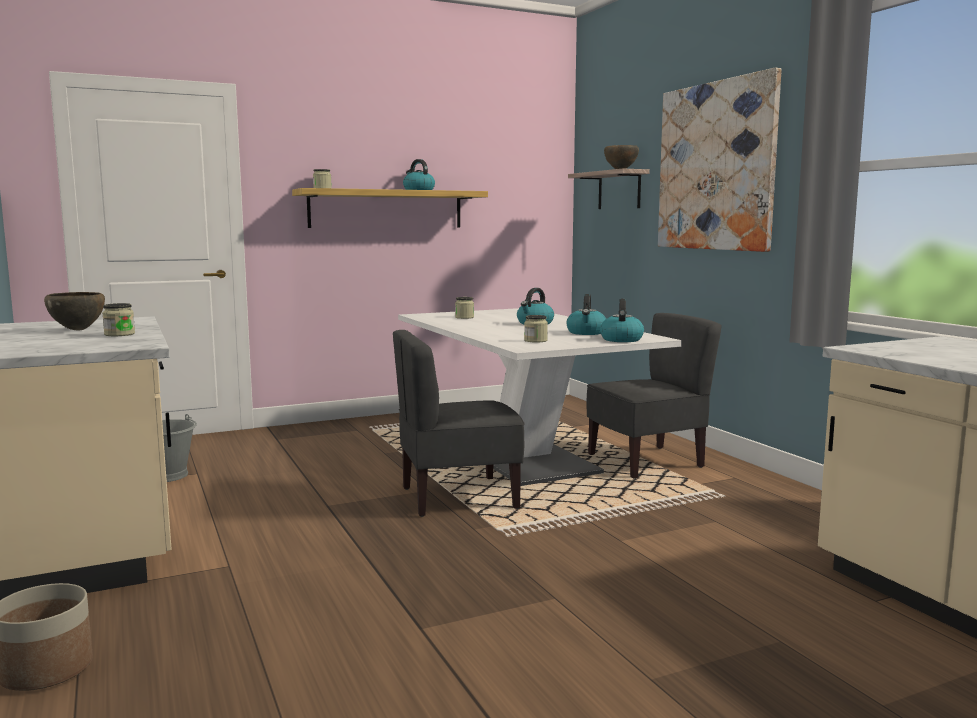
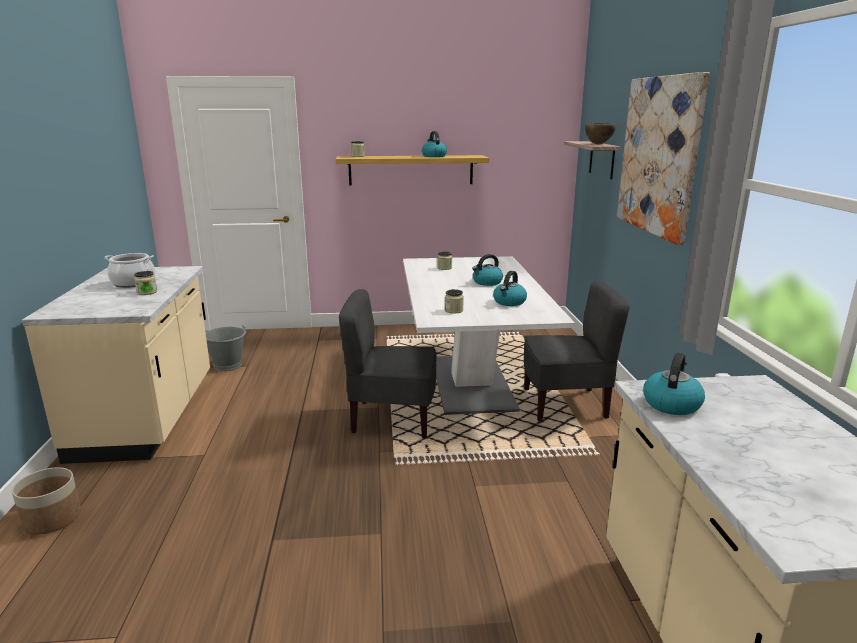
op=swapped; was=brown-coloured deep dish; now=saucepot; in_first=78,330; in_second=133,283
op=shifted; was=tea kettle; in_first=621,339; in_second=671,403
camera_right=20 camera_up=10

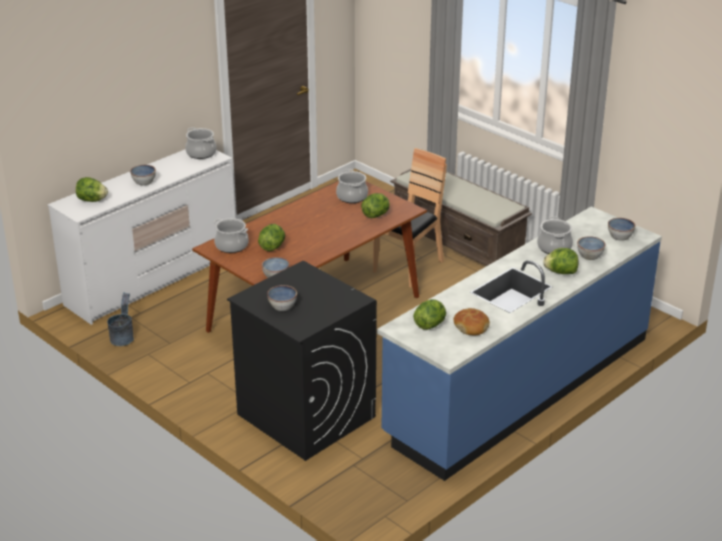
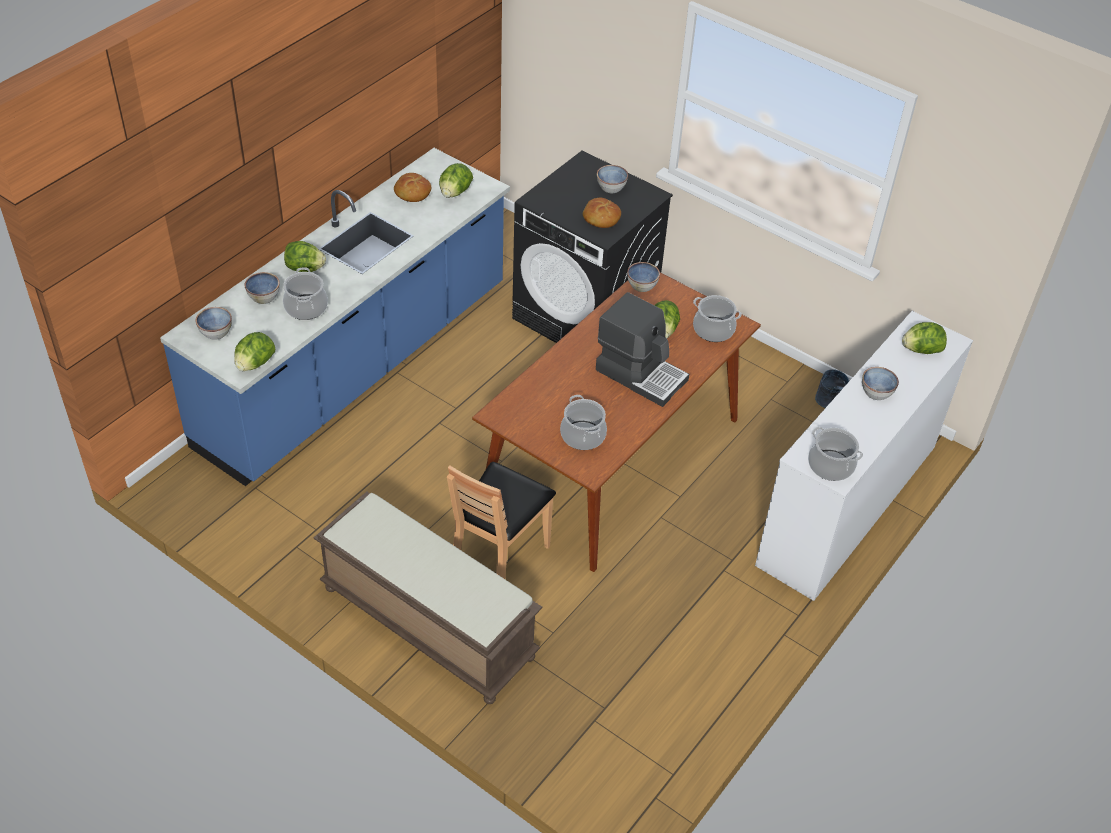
op=shifted; was=head of lettuce; in_first=376,215; in_second=255,364
op=new; now=baked bread; in_second=601,218
op=new; now=coffee maker; in_second=641,374
camera_right=170 camera_up=15

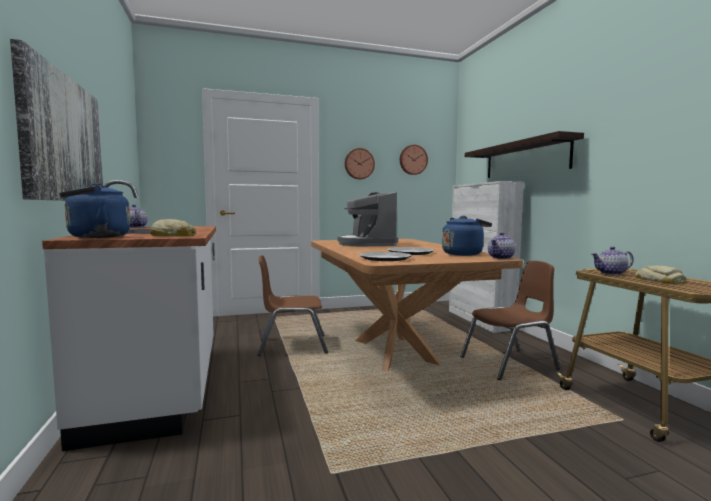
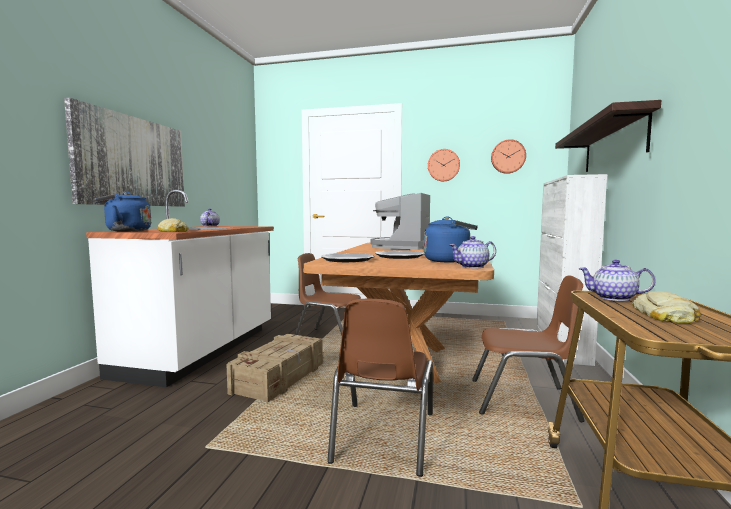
op=new; now=brown-coloured upright chair; in_second=383,436
op=new; now=packing crate; in_second=280,377
camera_right=30 camera_up=0

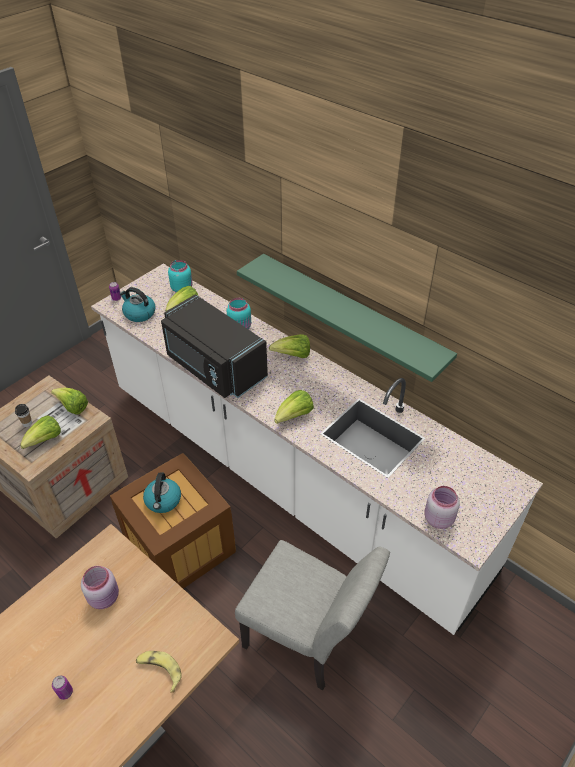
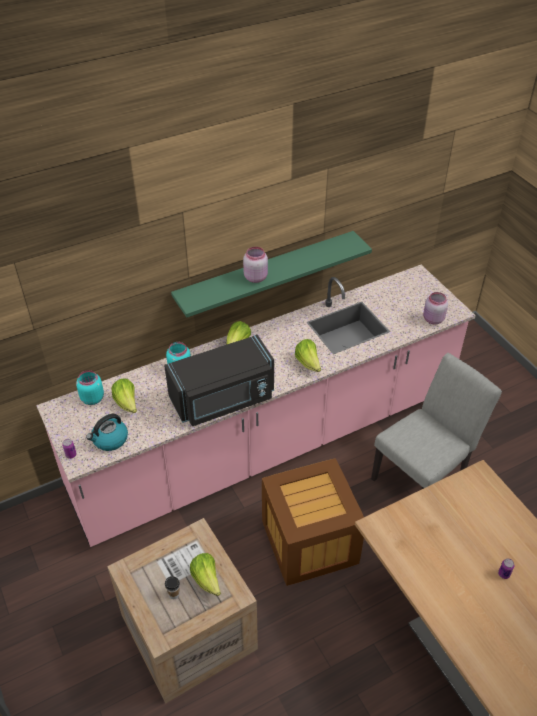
op=repainted; was=whitish kitchen base unit; now=pink-coloured kitchen base unit; in_first=288,476; in_second=268,443
op=gone; was=head of lettuce; in_first=73,407
op=gone; was=tea kettle; in_first=163,501
op=shifted; was=pink-coloured preserve jar; in_first=105,597; in_second=255,277
op=gone; was=banana fruit; in_first=159,670
camera_right=-70 camera_up=0

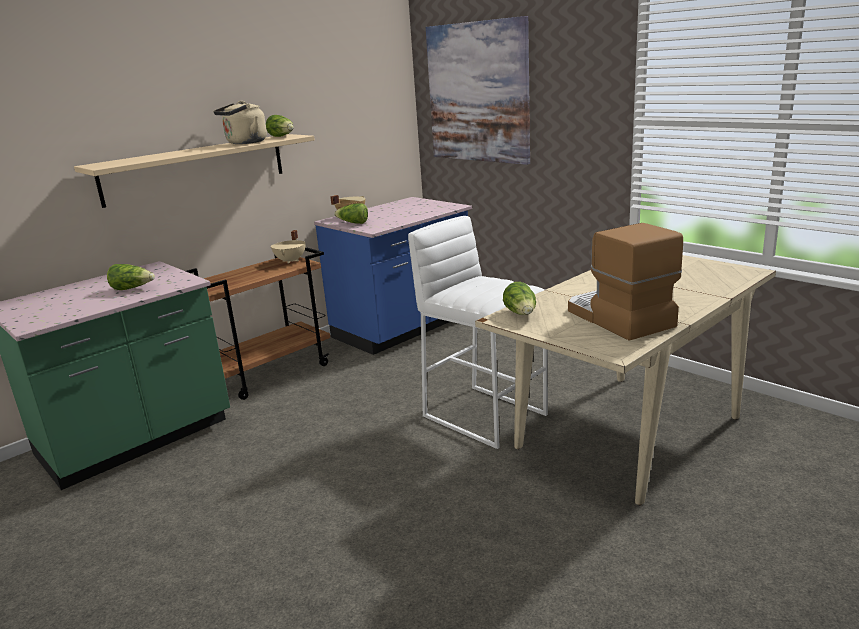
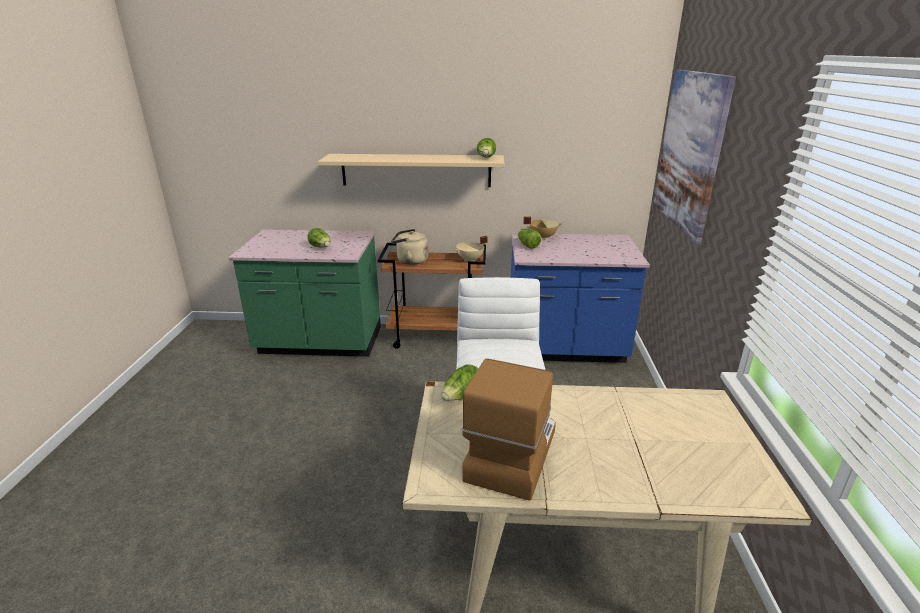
op=shifted; was=beige-coloured tea kettle; in_first=244,143; in_second=410,261
camera_right=45 camera_up=5

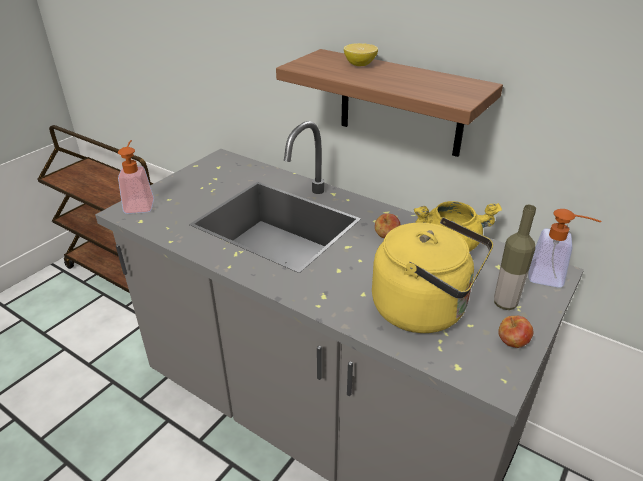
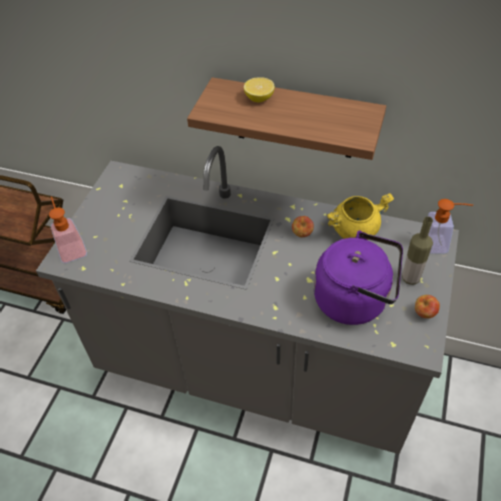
op=repainted; was=yellow-coloured tea kettle; now=purple-coloured tea kettle; in_first=425,309; in_second=355,300
camera_right=-15 camera_up=15

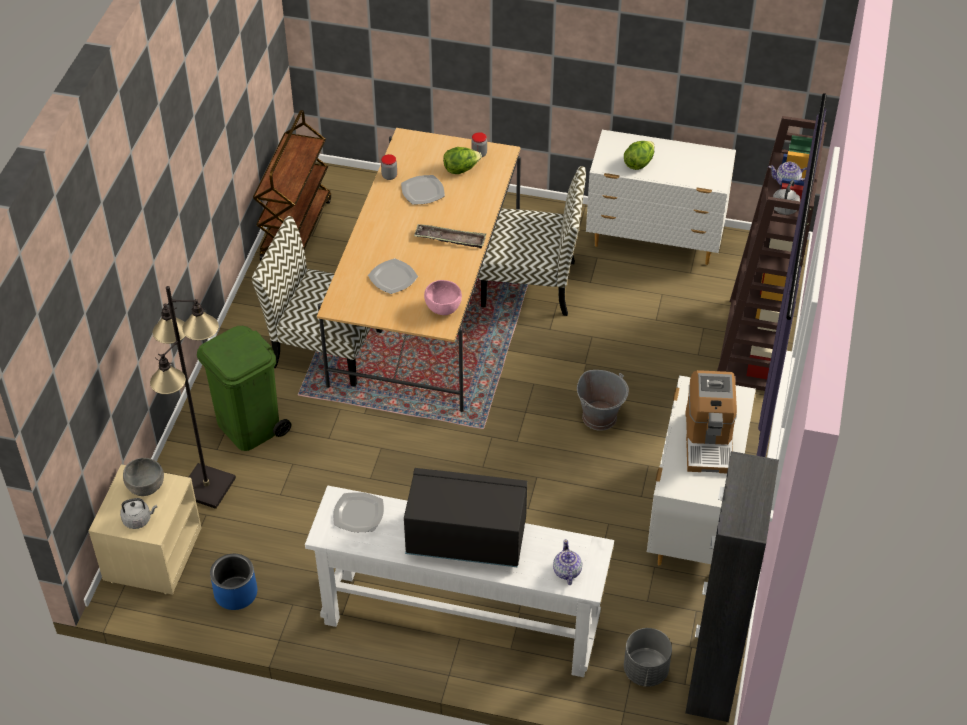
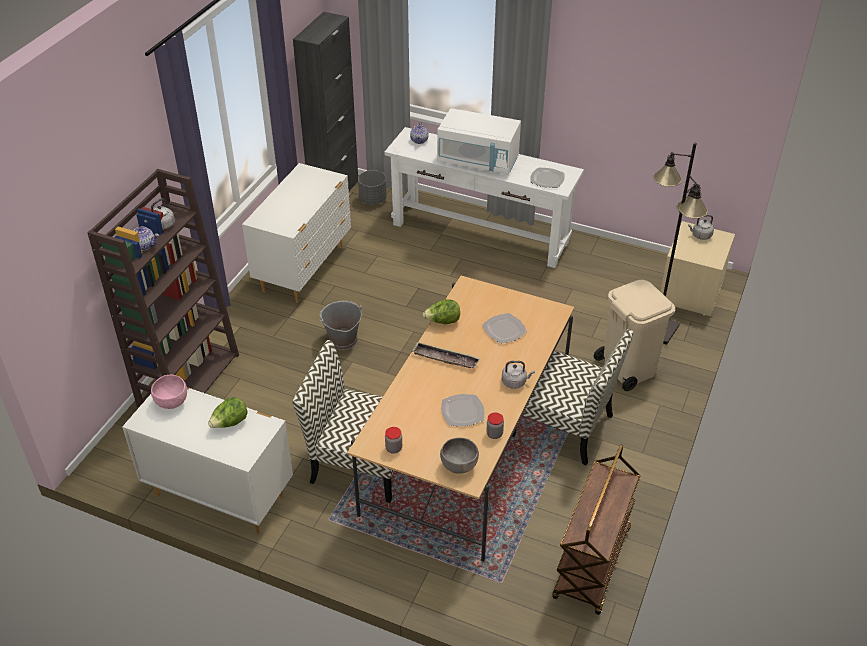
op=shifted; was=head of lettuce; in_first=461,169; in_second=442,321
op=shifted; was=pink-coloured deep dish; in_first=443,309; in_second=171,402
op=repainted; was=green-coloured rubbish bin; now=beige-coloured rubbish bin; in_first=249,427; in_second=627,368
op=gone; was=coffee maker; in_first=708,440
op=shifted; was=greyish deep dish; in_first=145,488; in_second=459,466
op=repainted; was=black-coloured microwave oven; now=whitish microwave oven; in_first=465,538; in_second=478,161
op=gone; was=bluish planter; in_first=236,593
op=new; now=greyish tea kettle; in_second=515,382
camera_right=-170 camera_up=-5

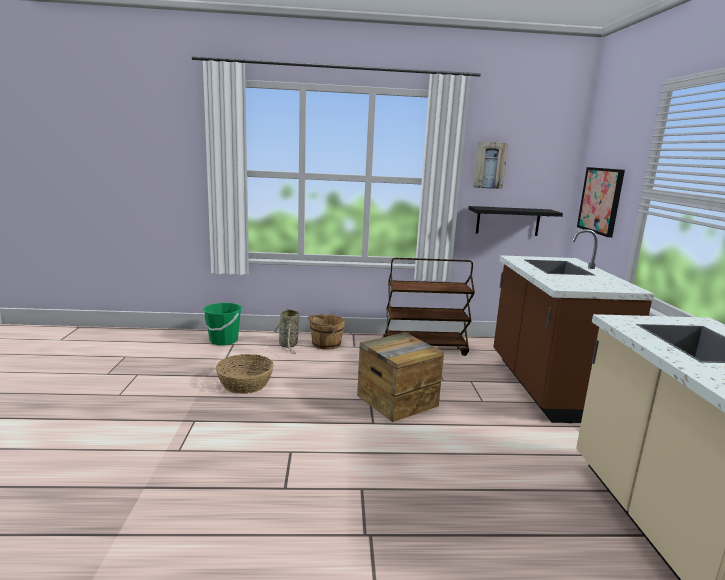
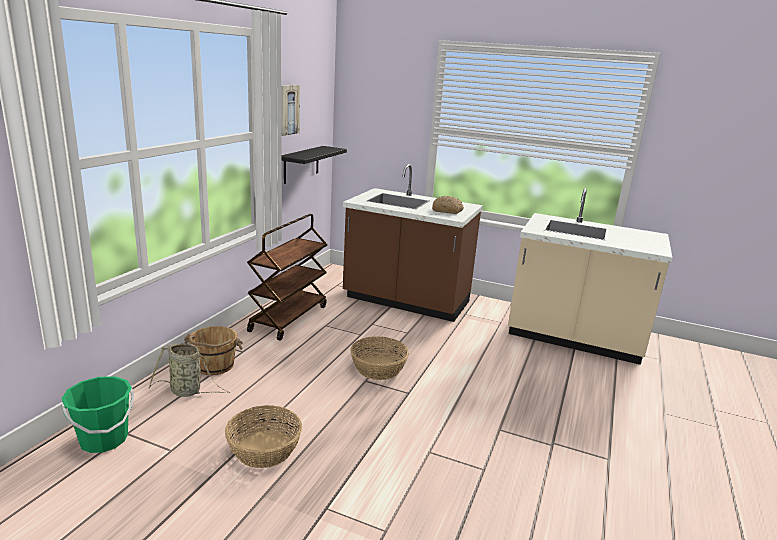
op=gone; was=picture; in_first=601,200
op=swapped; was=packing crate; now=household basket; in_first=397,400; in_second=378,368
op=new; now=baked bread; in_second=447,211
camera_right=-65 camera_up=5

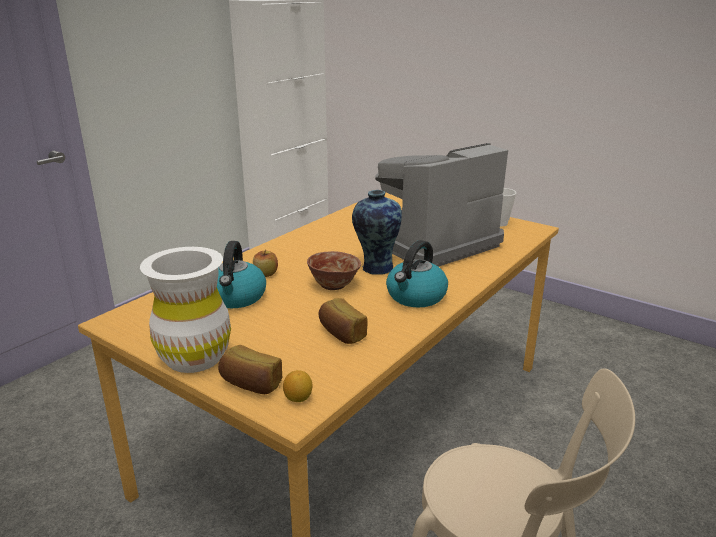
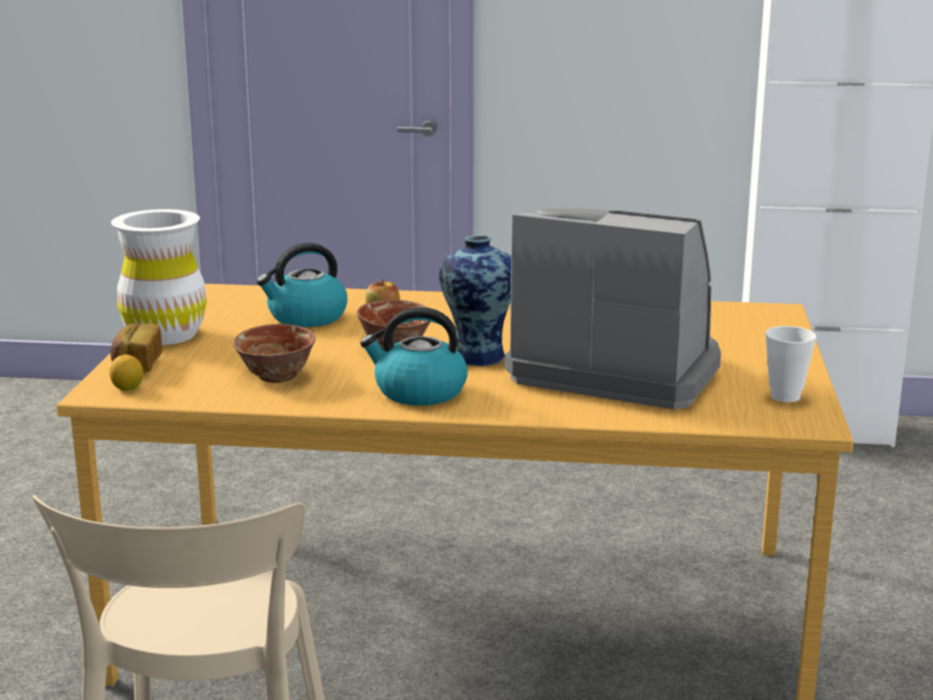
op=swapped; was=baked bread; now=deep dish; in_first=341,333; in_second=277,377
camera_right=60 camera_up=-5

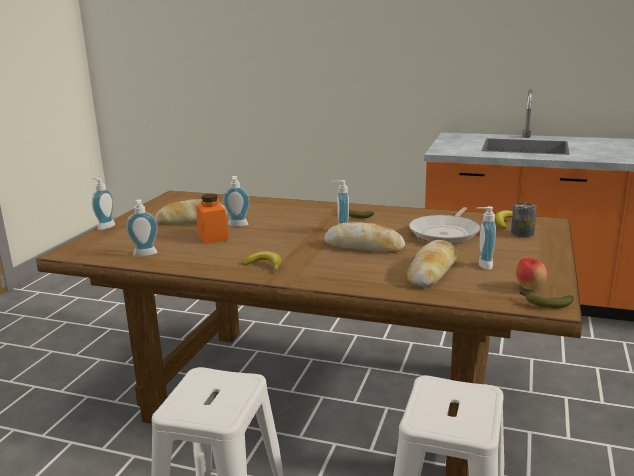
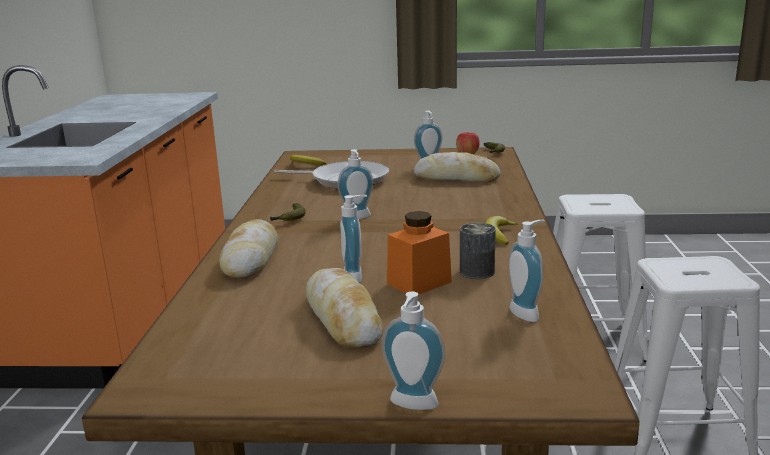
op=shifted; was=sealed can; in_first=522,233; in_second=477,272
op=shifted; was=baked bread; in_first=364,247; in_second=251,259
camera_right=-105 camera_up=0

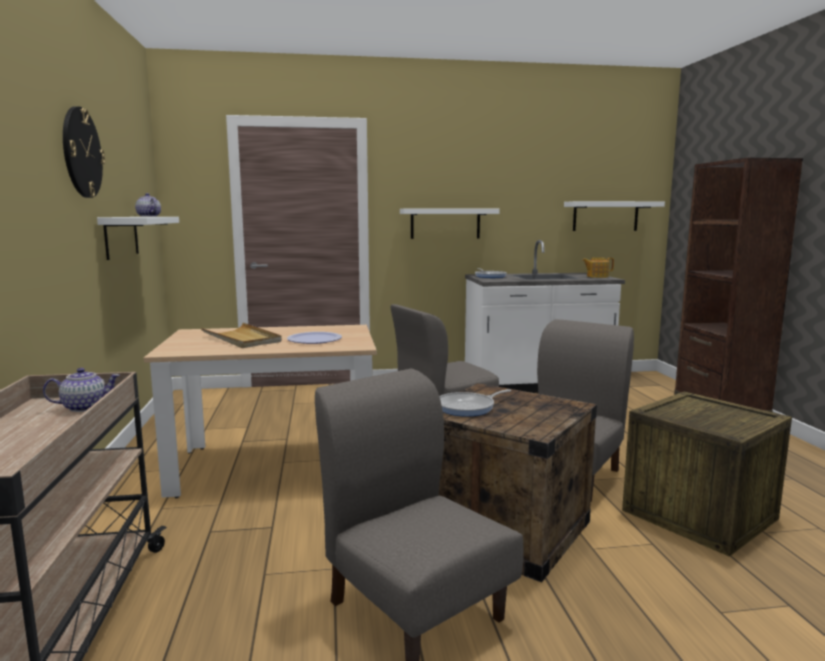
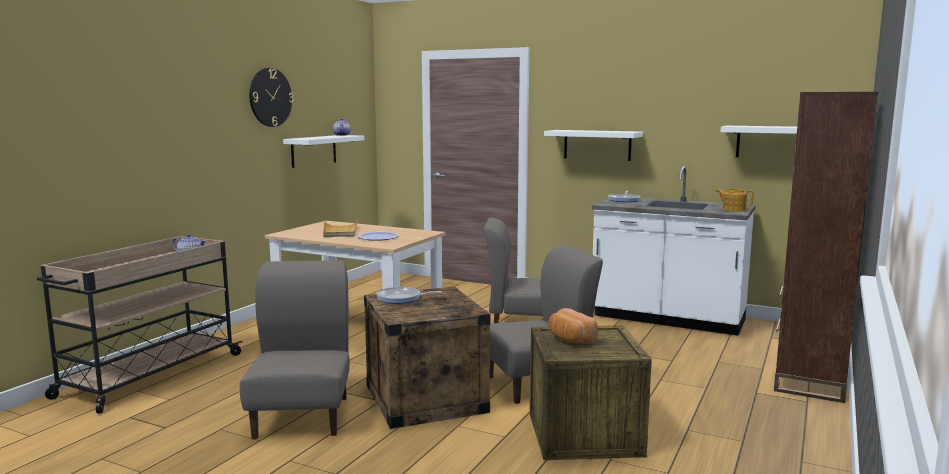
op=new; now=baked bread; in_second=570,339
camera_right=35 camera_up=0

